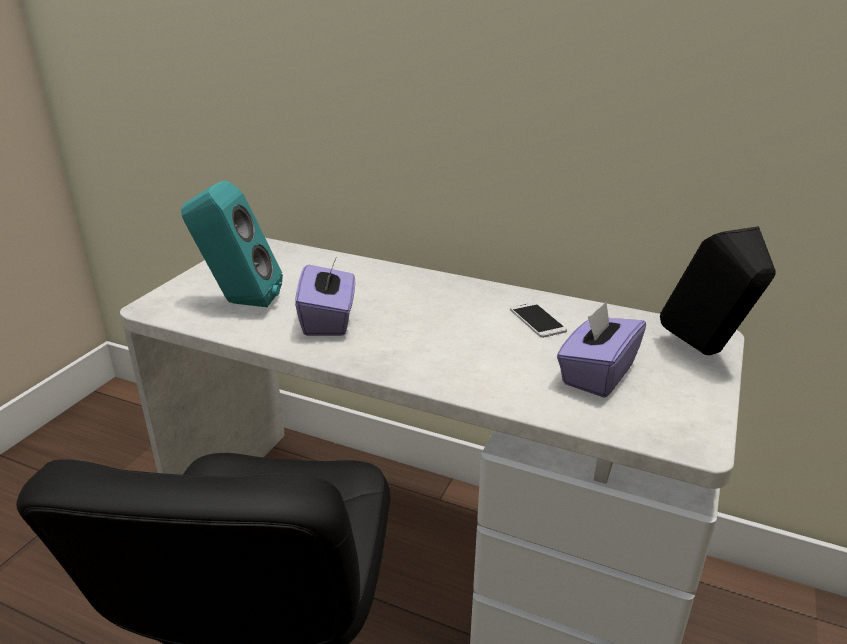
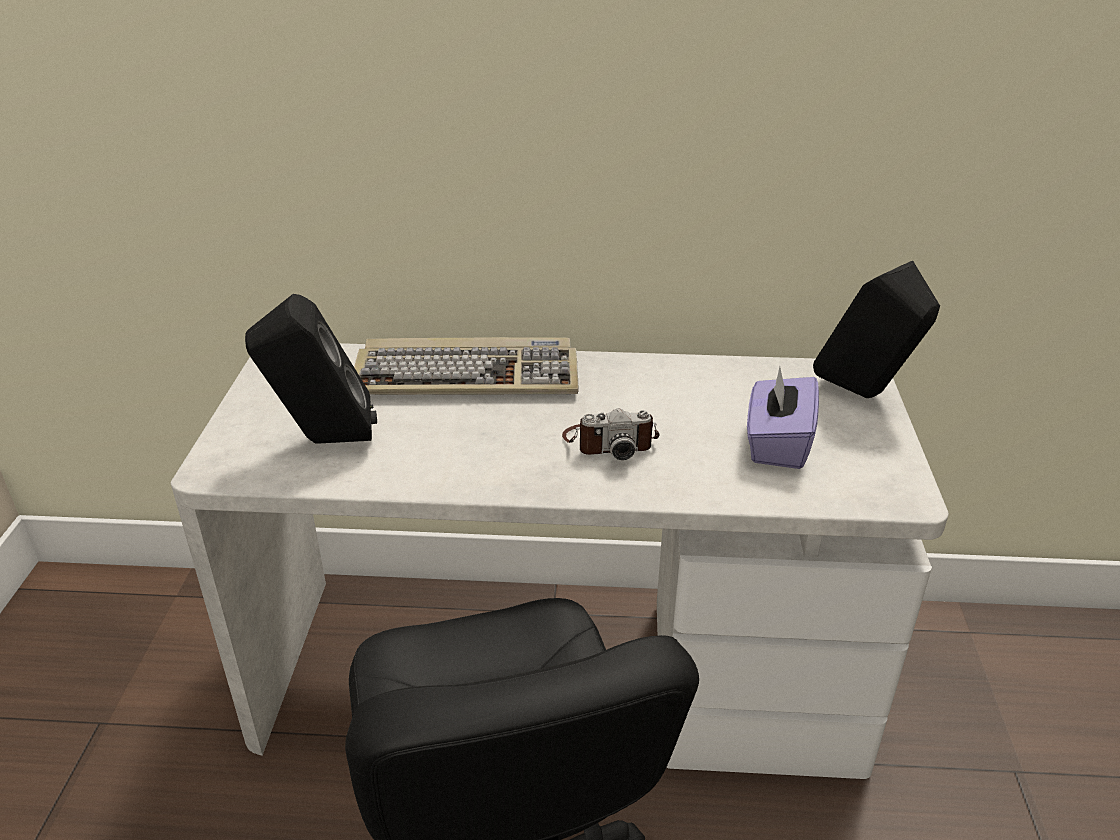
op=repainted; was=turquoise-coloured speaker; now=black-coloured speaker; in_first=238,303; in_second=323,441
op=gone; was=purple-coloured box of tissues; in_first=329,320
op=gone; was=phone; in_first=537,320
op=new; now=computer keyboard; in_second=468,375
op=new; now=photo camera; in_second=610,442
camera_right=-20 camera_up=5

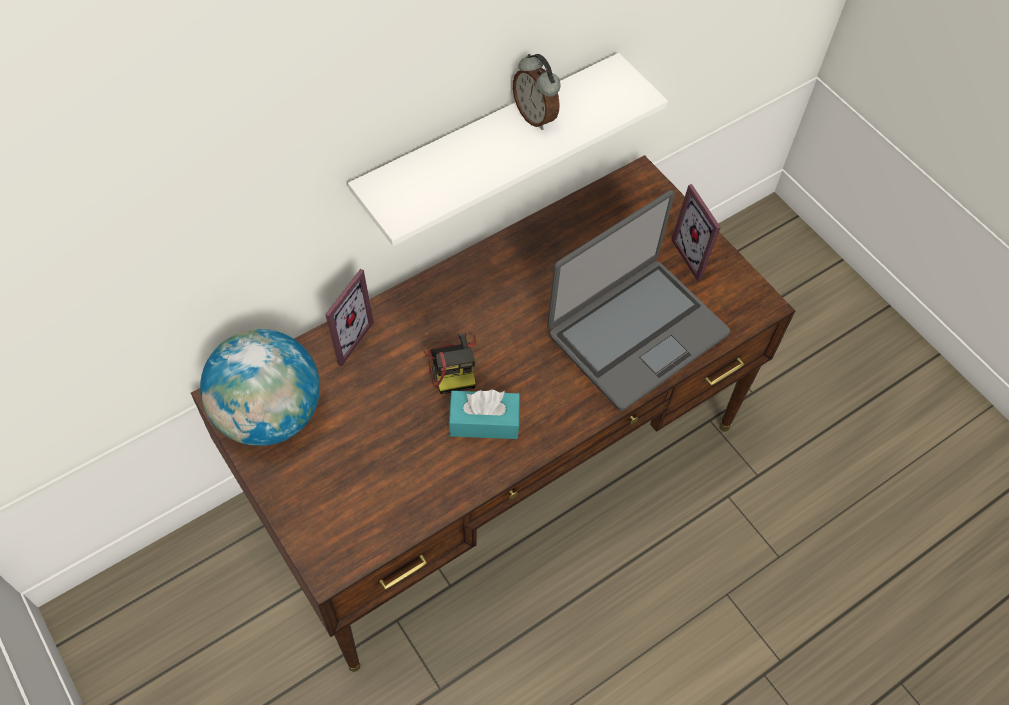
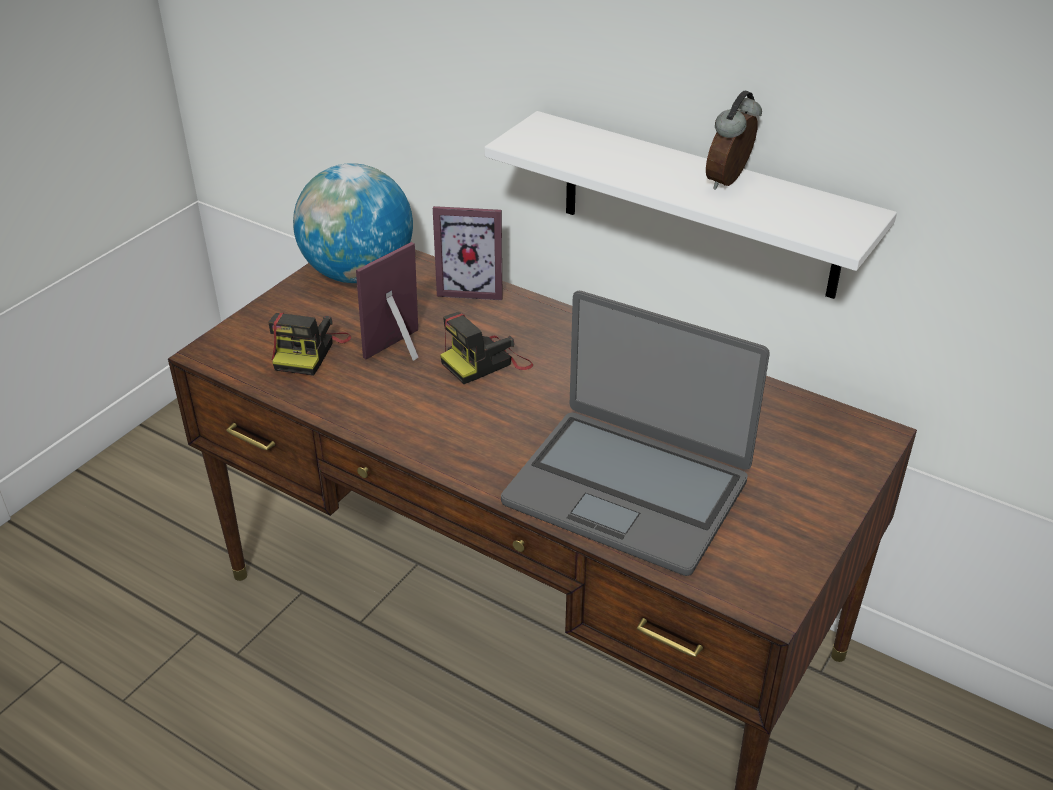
op=shifted; was=standing frame; in_first=698,255; in_second=403,351
op=gone; was=turquoise-coloured box of tissues; in_first=484,421
op=new; now=photo camera; in_second=309,351
camera_right=70 camera_up=-20

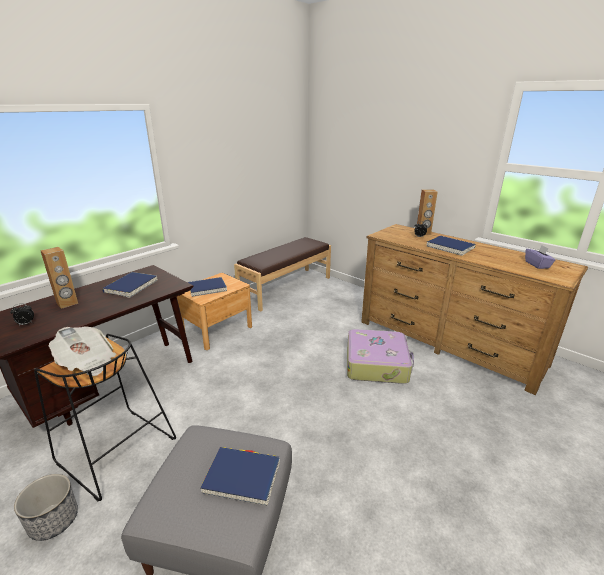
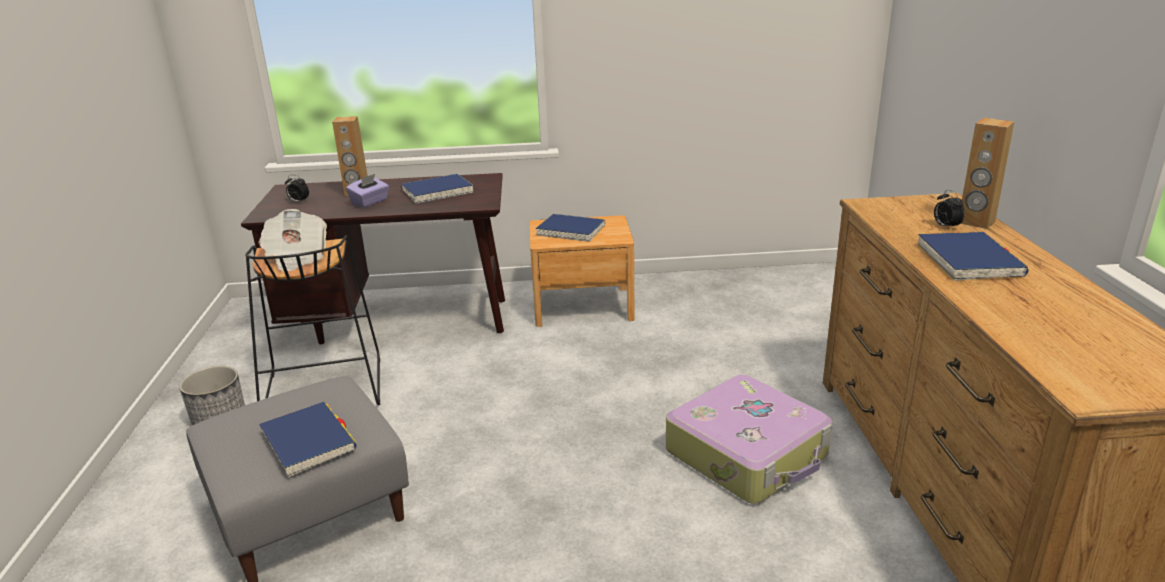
op=gone; was=brown-coloured long seat; in_first=285,288
op=shifted; was=purple-coloured box of tissues; in_first=537,265; in_second=370,202
camera_right=45 camera_up=0

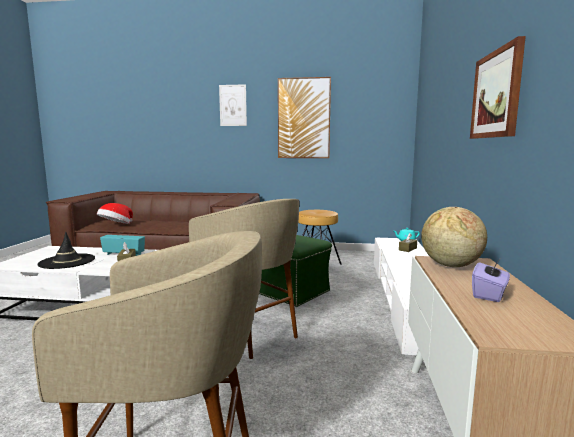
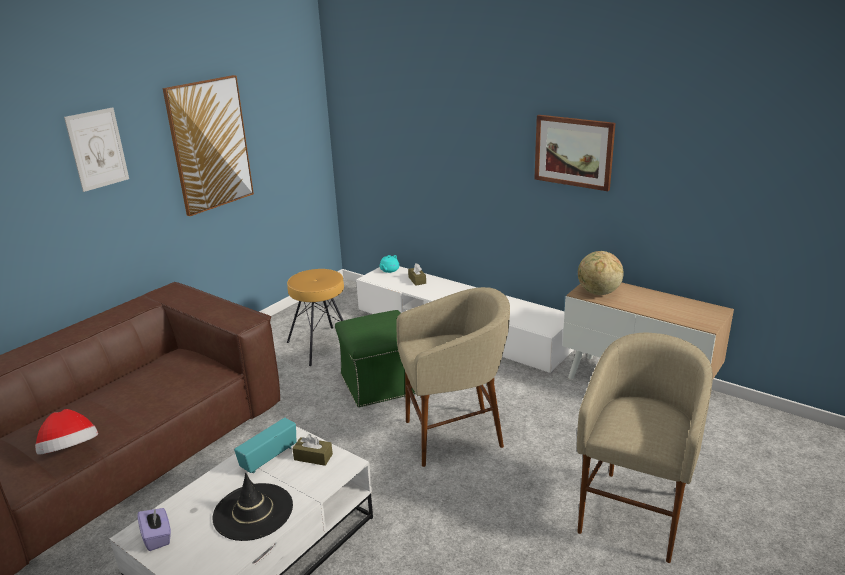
op=shifted; was=purple-coloured box of tissues; in_first=489,294; in_second=157,537
camera_right=-60 camera_up=15

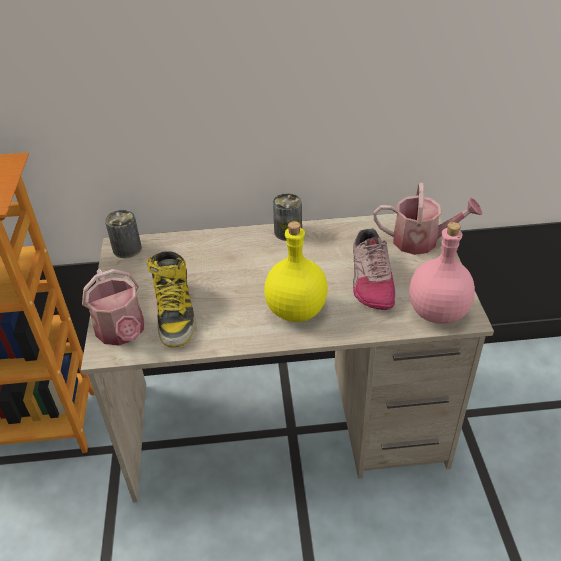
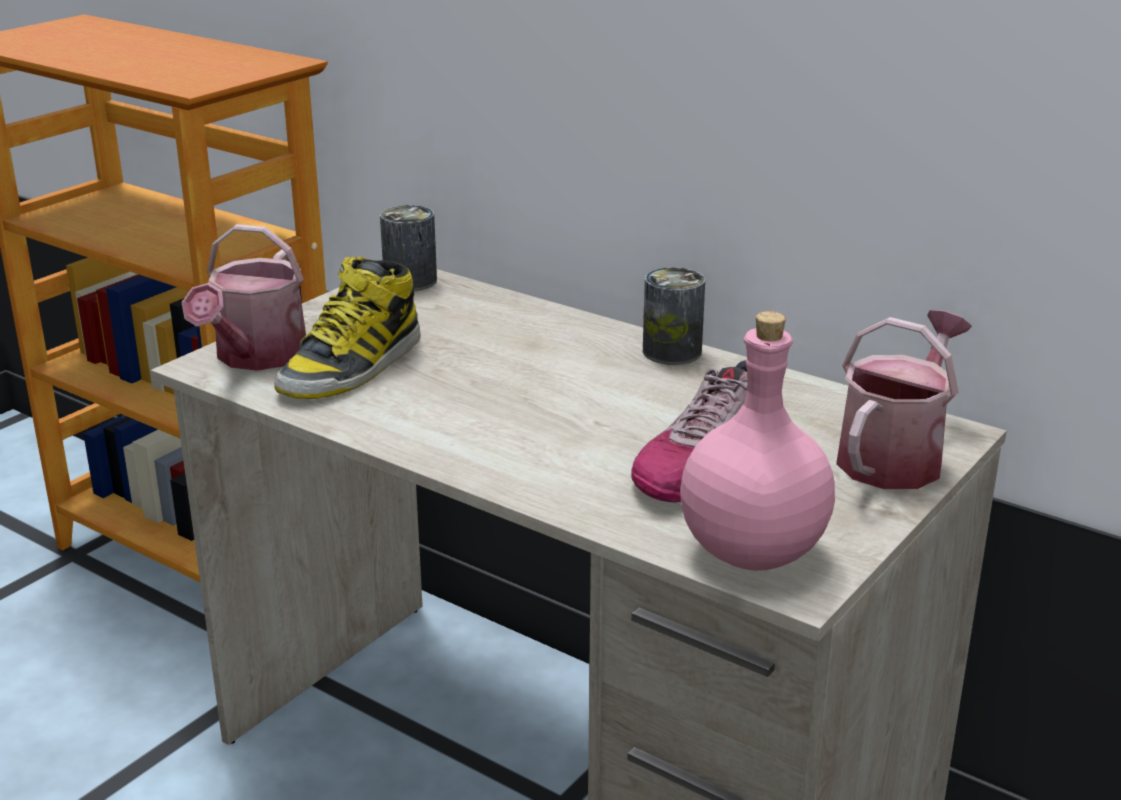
op=rotated; was=watering can; in_first=422,241; in_second=896,456; clockwise=-105
op=gone; was=yellow-coloured drink bottle; in_first=295,310
camera_right=40 camera_up=-15

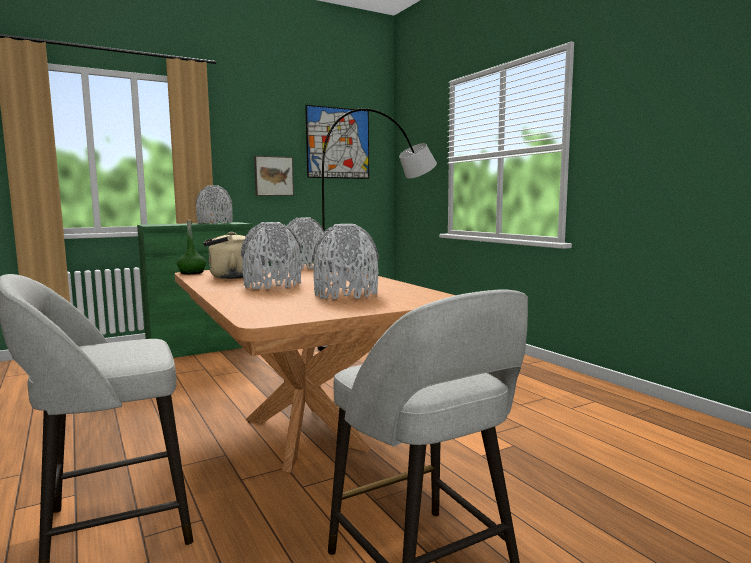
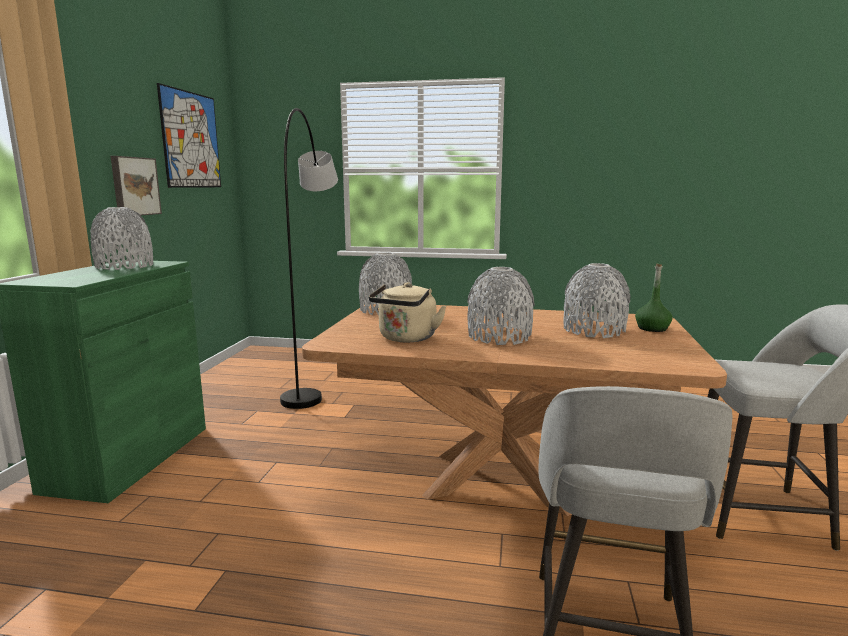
op=shifted; was=green-coloured drink bottle; in_first=192,273; in_second=652,328
camera_right=-50 camera_up=5

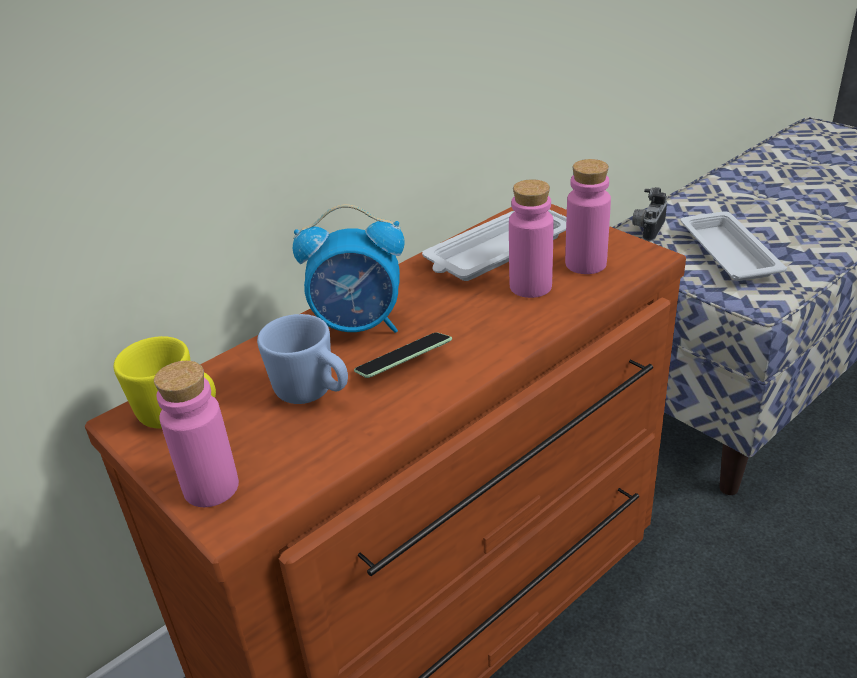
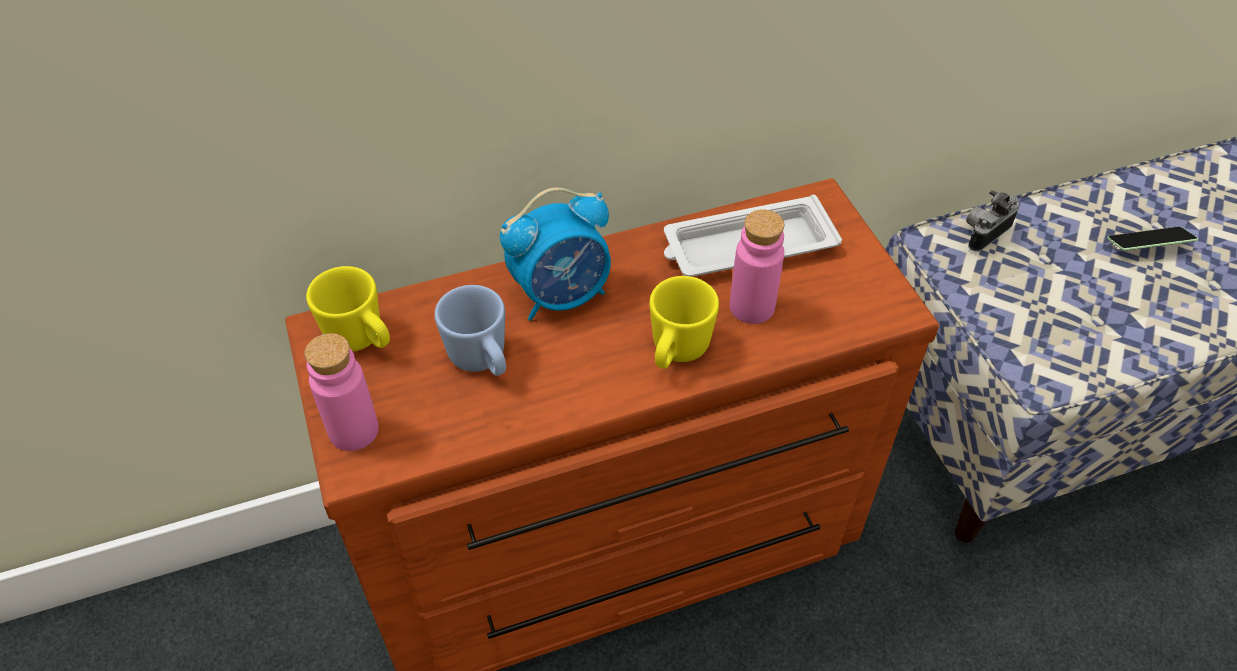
op=gone; was=pink-coloured drink bottle; in_first=585,264
op=rotated; was=table clock; in_first=358,326; in_second=562,295; clockwise=-45
op=gone; was=whitish serving tray; in_first=727,252
op=shifted; was=phone; in_first=404,366; in_second=1147,246
op=new; now=yellow-coloured mug; in_second=676,353
camera_right=20 camera_up=15

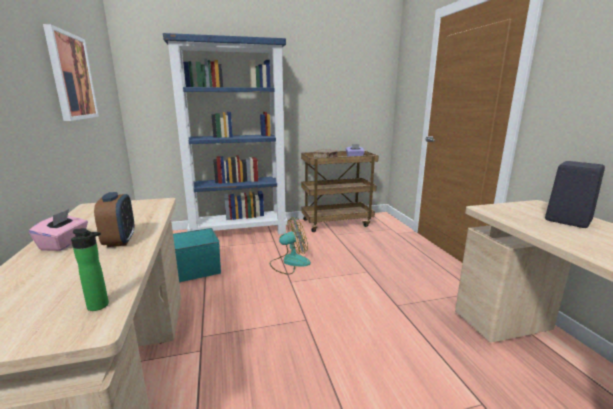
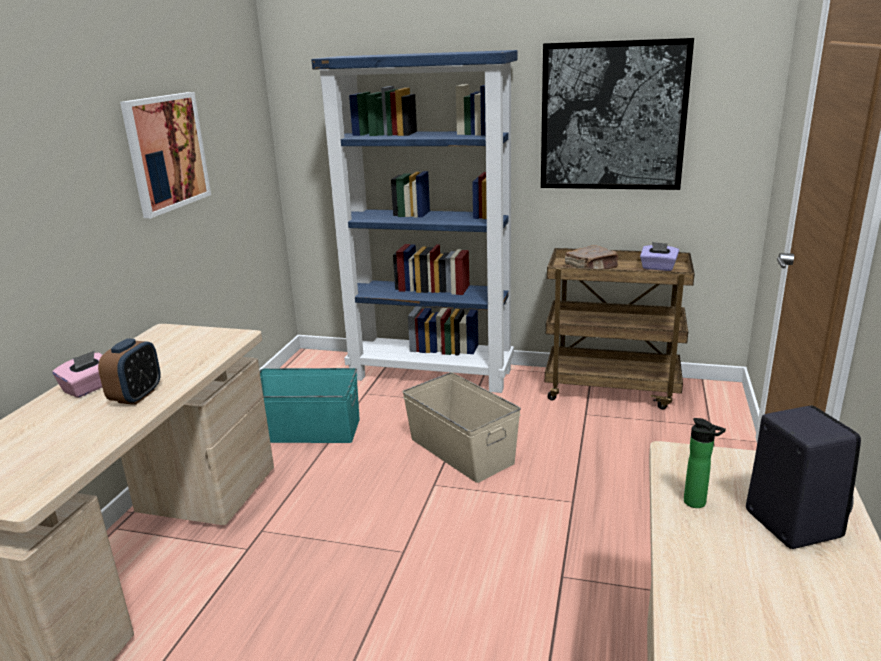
op=swapped; was=electric fan; now=beige-coloured storage container; in_first=290,262; in_second=461,450
op=shifted; was=drink bottle; in_first=100,306; in_second=698,503
op=new; now=picture; in_second=612,116
camera_right=30 camera_up=5

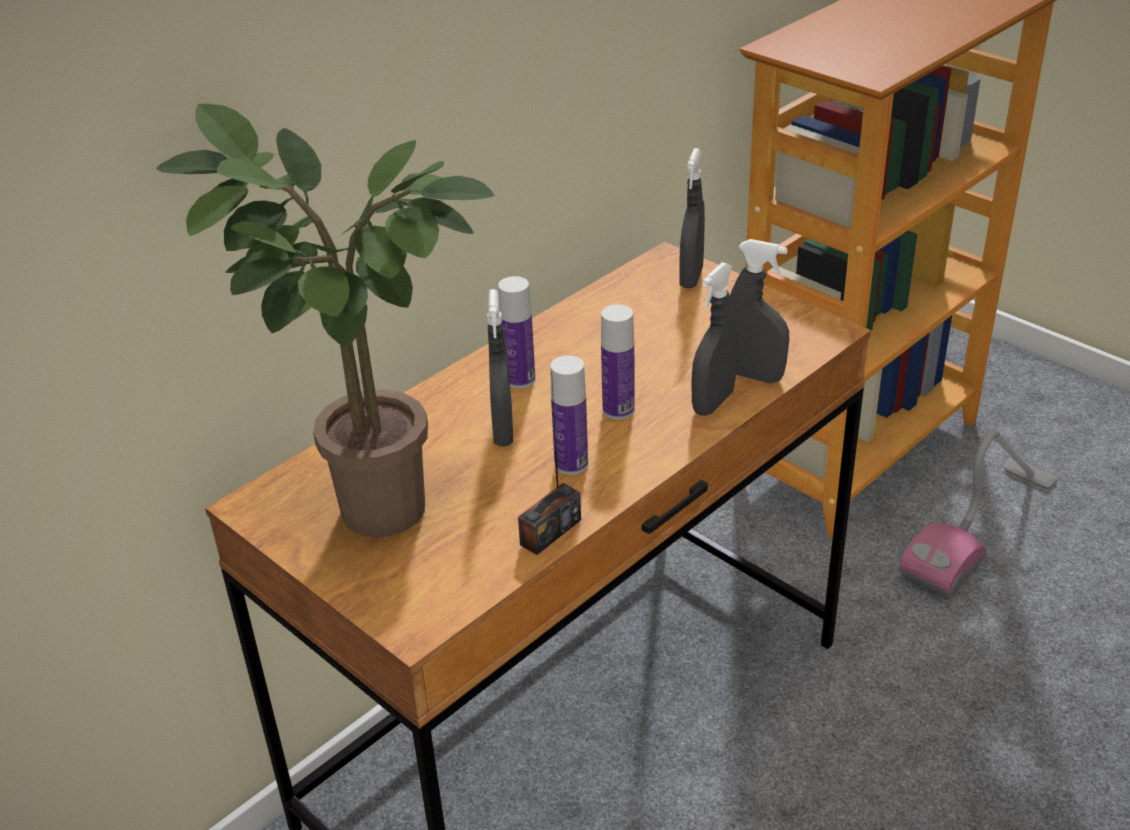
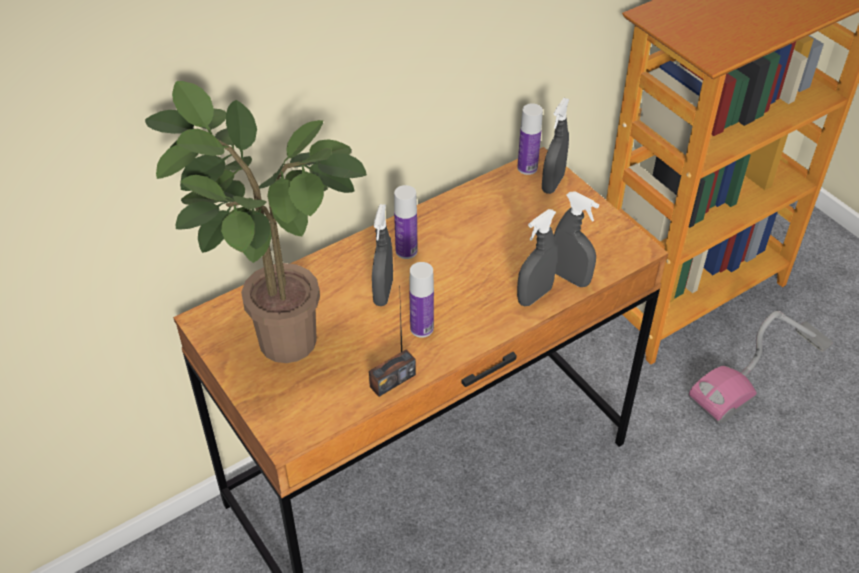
op=shifted; was=drink bottle; in_first=618,410; in_second=527,168
camera_right=10 camera_up=10

